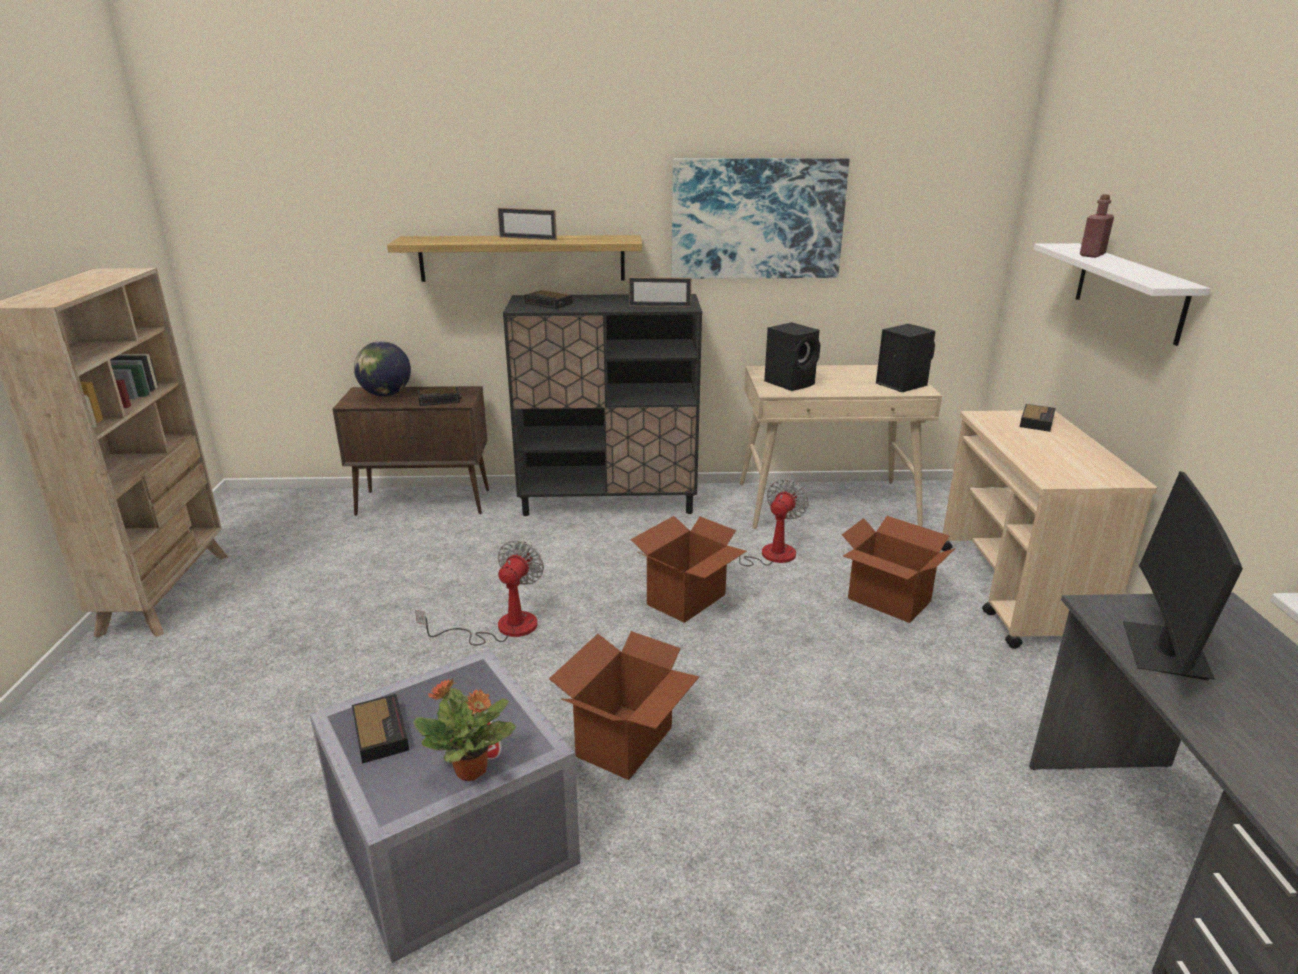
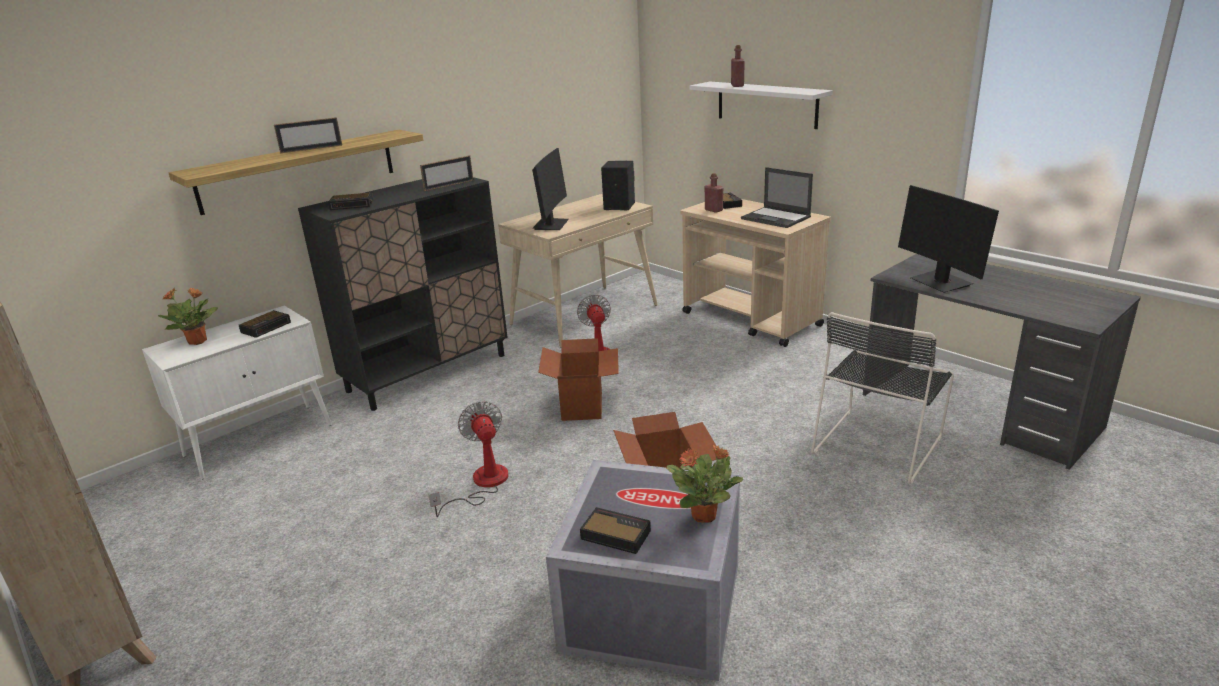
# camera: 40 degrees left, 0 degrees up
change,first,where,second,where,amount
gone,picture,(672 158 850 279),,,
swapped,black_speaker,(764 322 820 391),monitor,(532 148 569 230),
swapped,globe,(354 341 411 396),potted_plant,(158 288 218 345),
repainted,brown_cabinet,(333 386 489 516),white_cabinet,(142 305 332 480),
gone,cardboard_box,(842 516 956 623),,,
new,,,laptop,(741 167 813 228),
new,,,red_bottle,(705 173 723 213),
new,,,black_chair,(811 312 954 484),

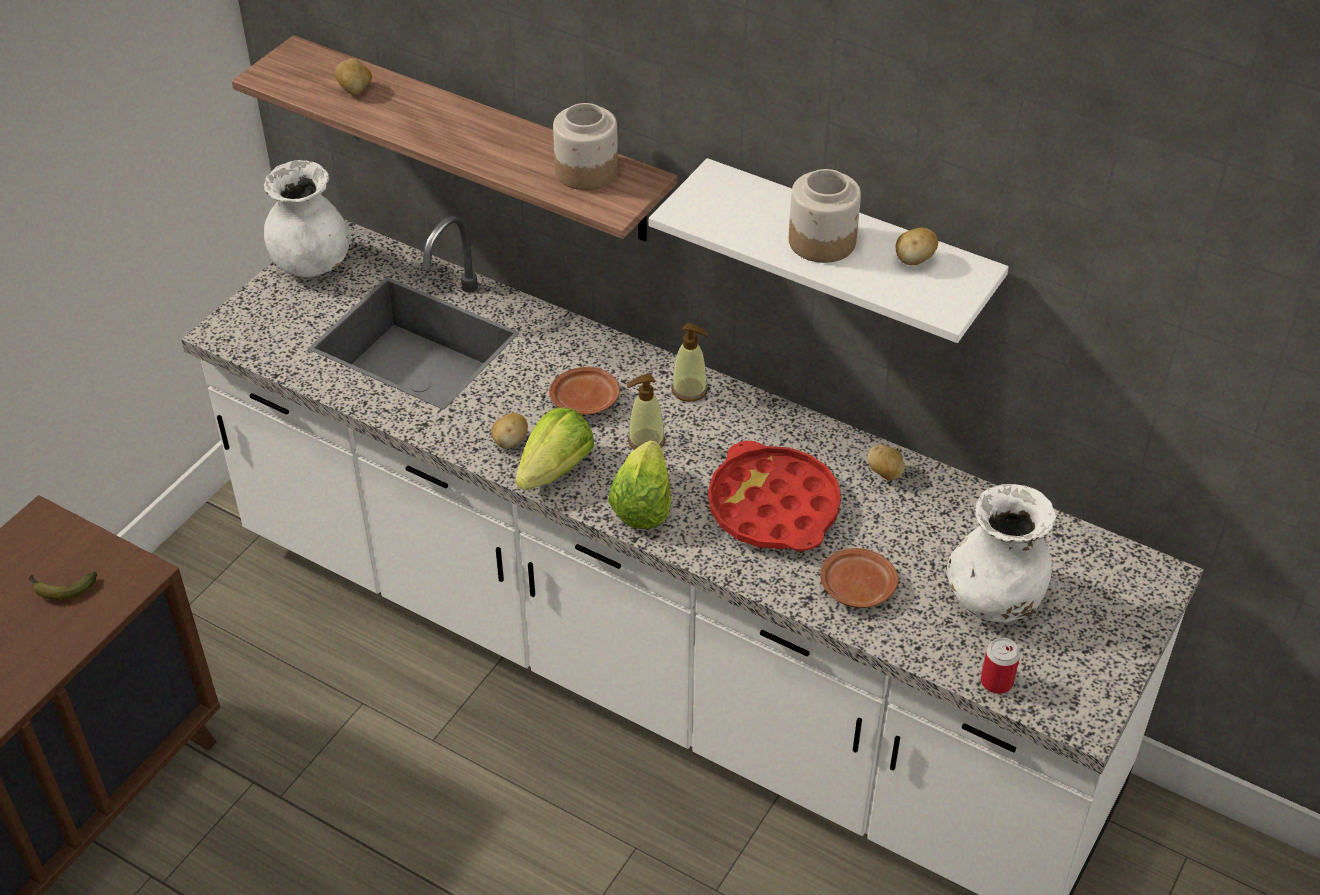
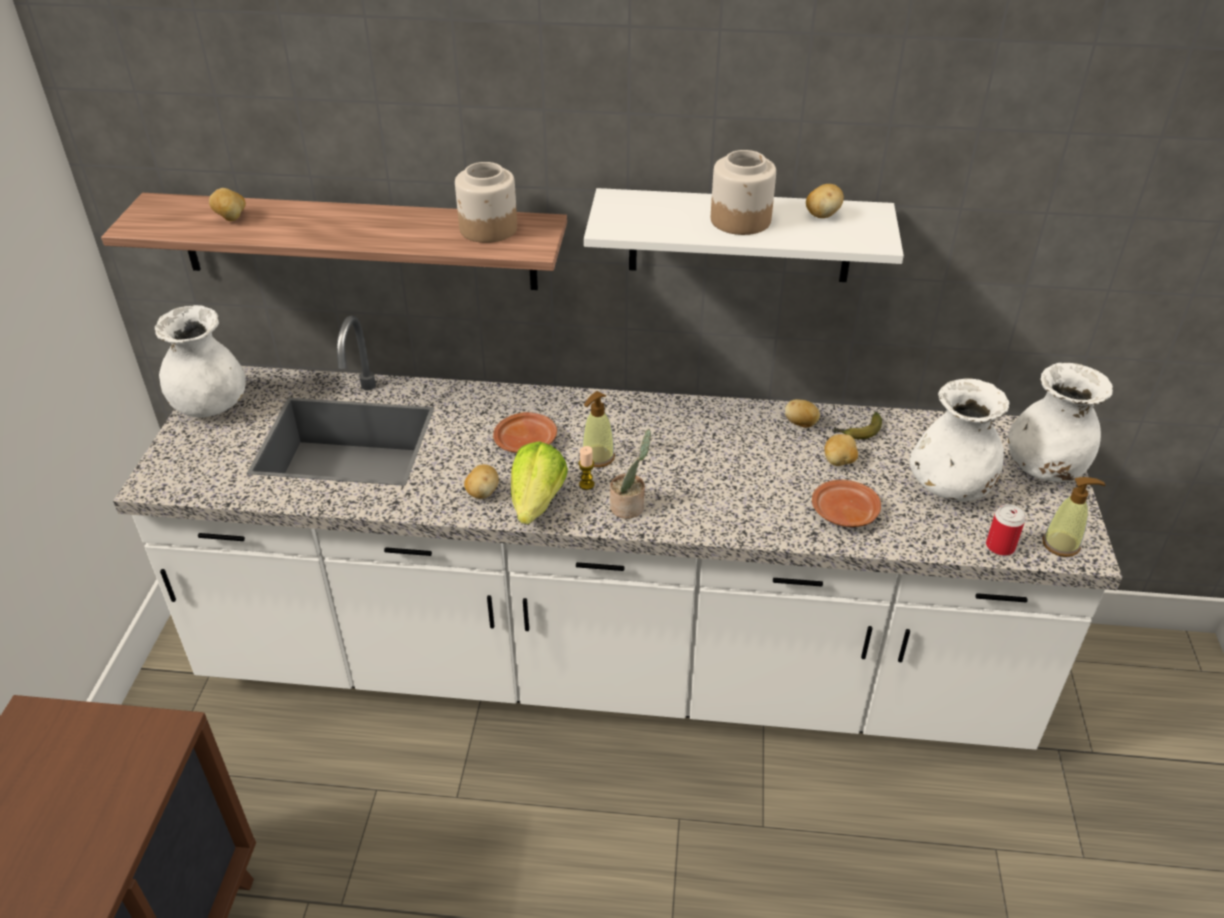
# camera: 25 degrees left, 5 degrees down
change,first,where,second,where,amount
shifted,soap_dispenser,(671 323 709 402),,(1042 477 1105 557),
swapped,lettuce,(608 440 671 529),potted_plant,(610 430 651 519),
gone,red_tray,(708 441 841 551),,,
shifted,banana,(29 572 97 600),,(834 412 882 439),
new,,,white_vase,(1008 363 1113 482),
new,,,potato,(824 434 858 466),
new,,,candle,(578 446 594 490),

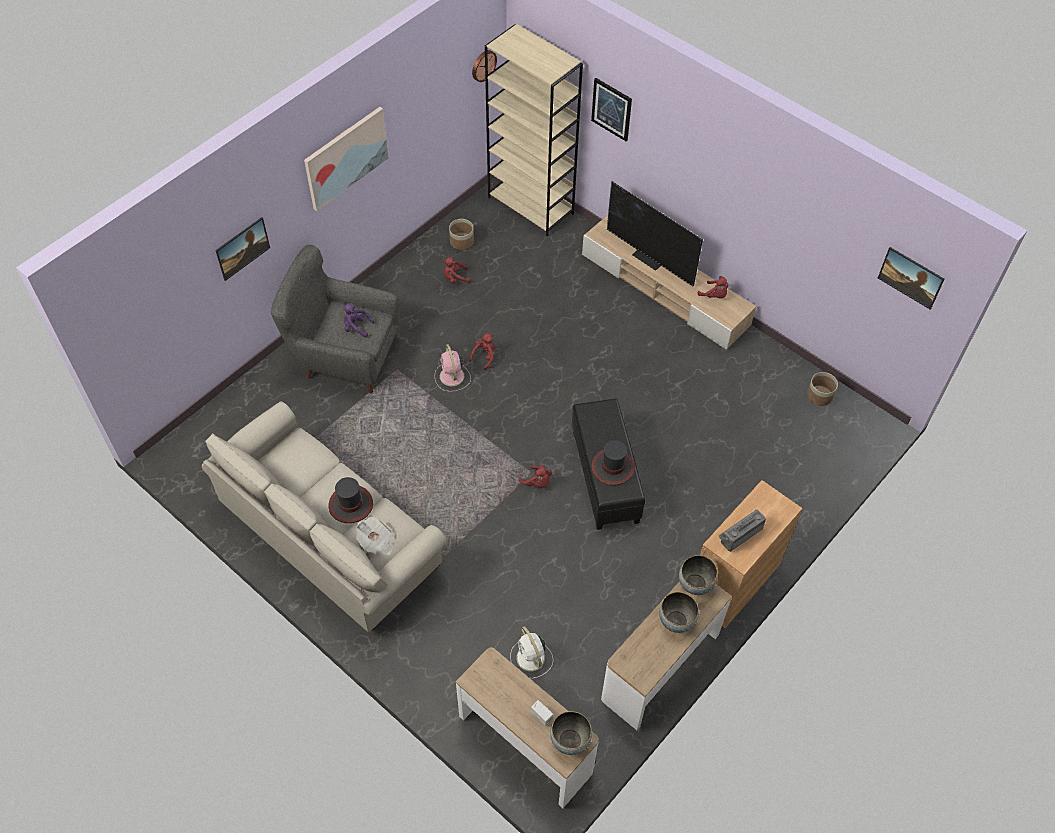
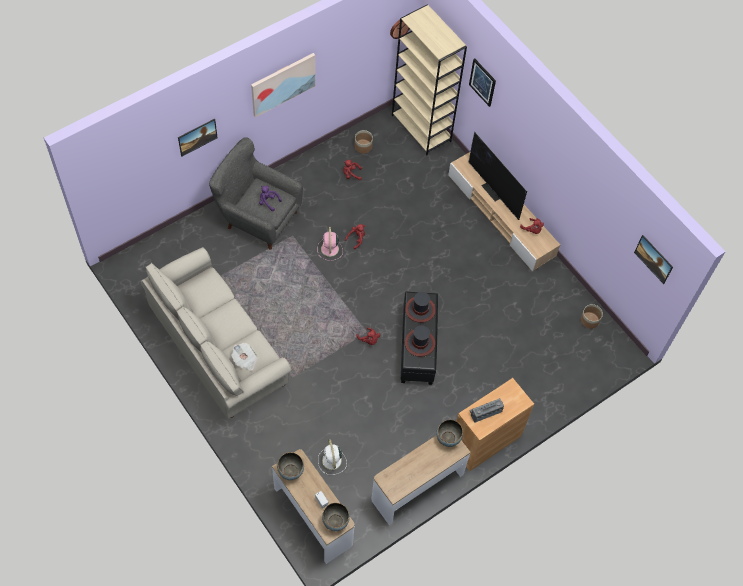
# camera: 10 degrees right, 5 degrees up
change,first,where,second,where,amount
shifted,hat,(329 477 373 523),,(405 292 435 323),
shifted,bowl,(659 592 699 633),,(277 452 304 480),

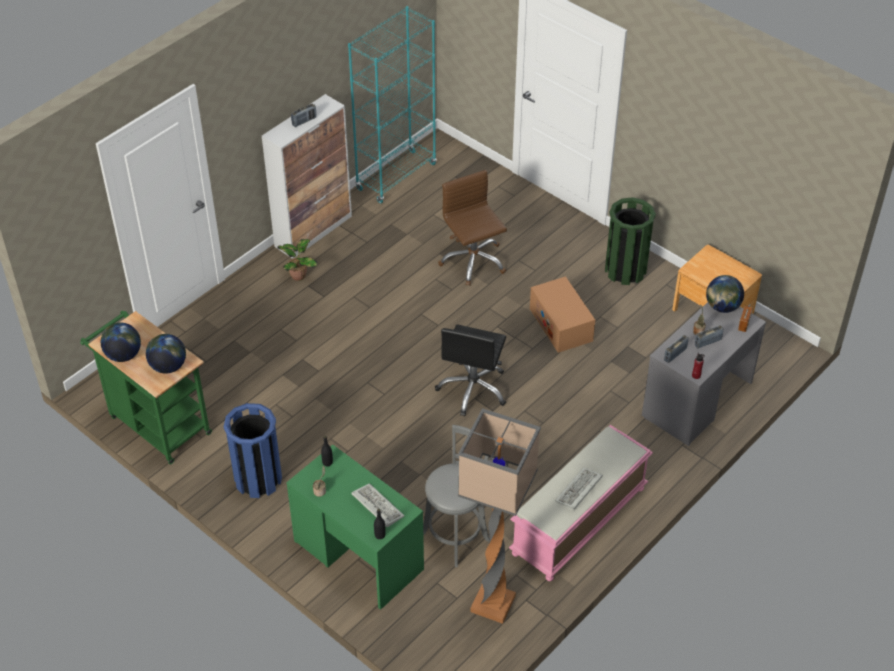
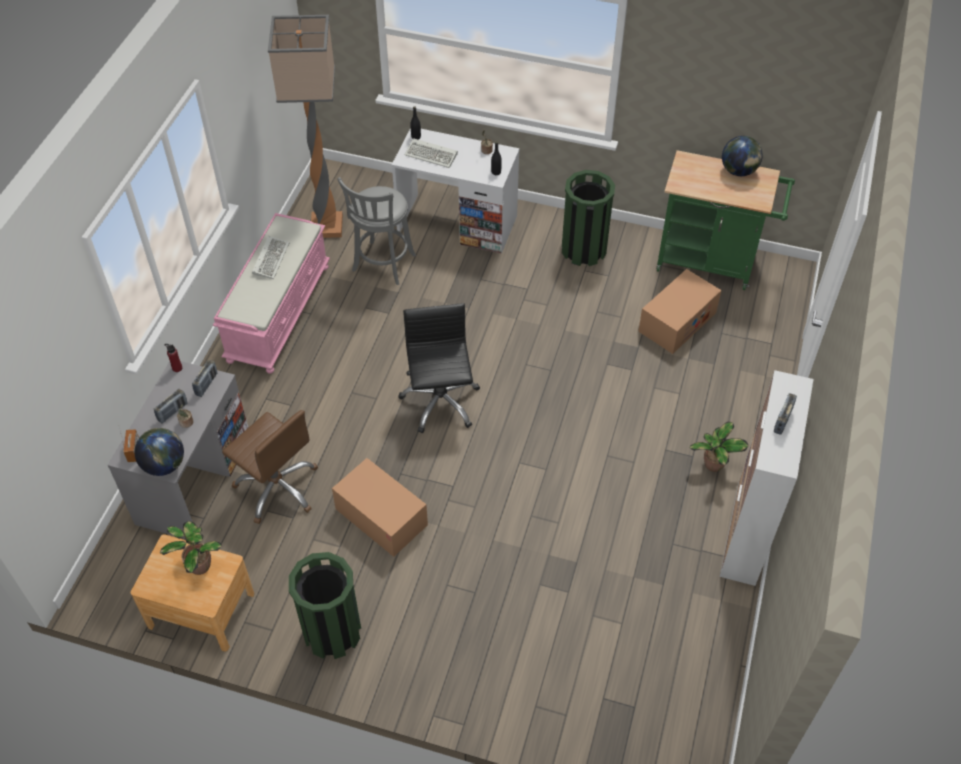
# camera: 155 degrees right, 5 degrees up
change,first,where,second,where,amount
gone,turquoise_bookcase,(348 6 437 203),,,
shifted,brown_office_chair,(438 170 507 286),,(222 410 318 524),
gone,globe,(146 334 186 374),,,
repainted,blue_trash_can,(224 403 282 498),green_trash_can,(562 170 615 266),
repainted,green_desk,(286 444 424 610),white_desk,(392 128 520 254),
new,,,cardboard_box,(638 269 722 354),
new,,,potted_plant,(160 521 222 575),

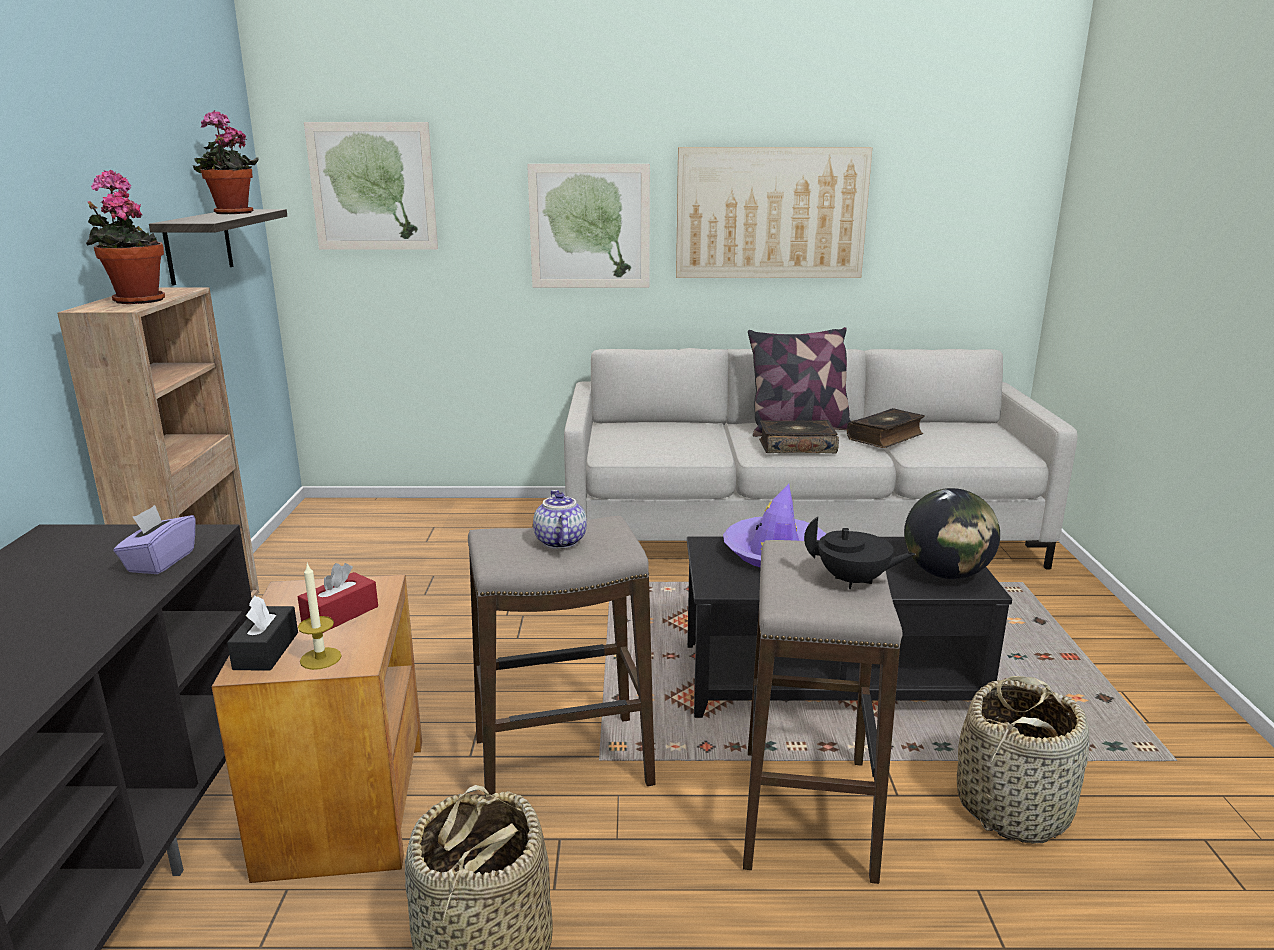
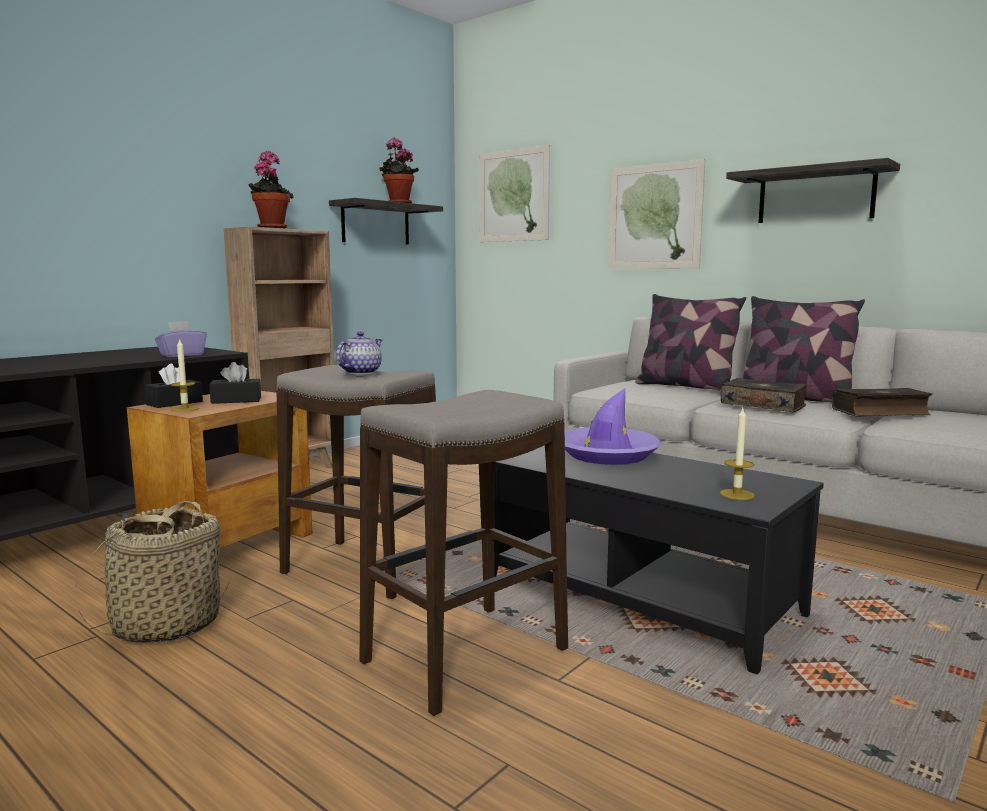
# camera: 40 degrees right, 10 degrees down
change,first,where,second,where,amount
swapped,picture,(676 147 872 278),shelf,(726 158 900 223),
swapped,globe,(904 488 1000 579),candle,(720 408 755 500),
gone,black_teapot,(804 516 916 589),,,
repainted,red_tissue_box,(298 563 378 633),black_tissue_box,(209 362 261 404),
gone,basket,(957 676 1089 844),,,
new,,,pillow,(635 294 746 391),

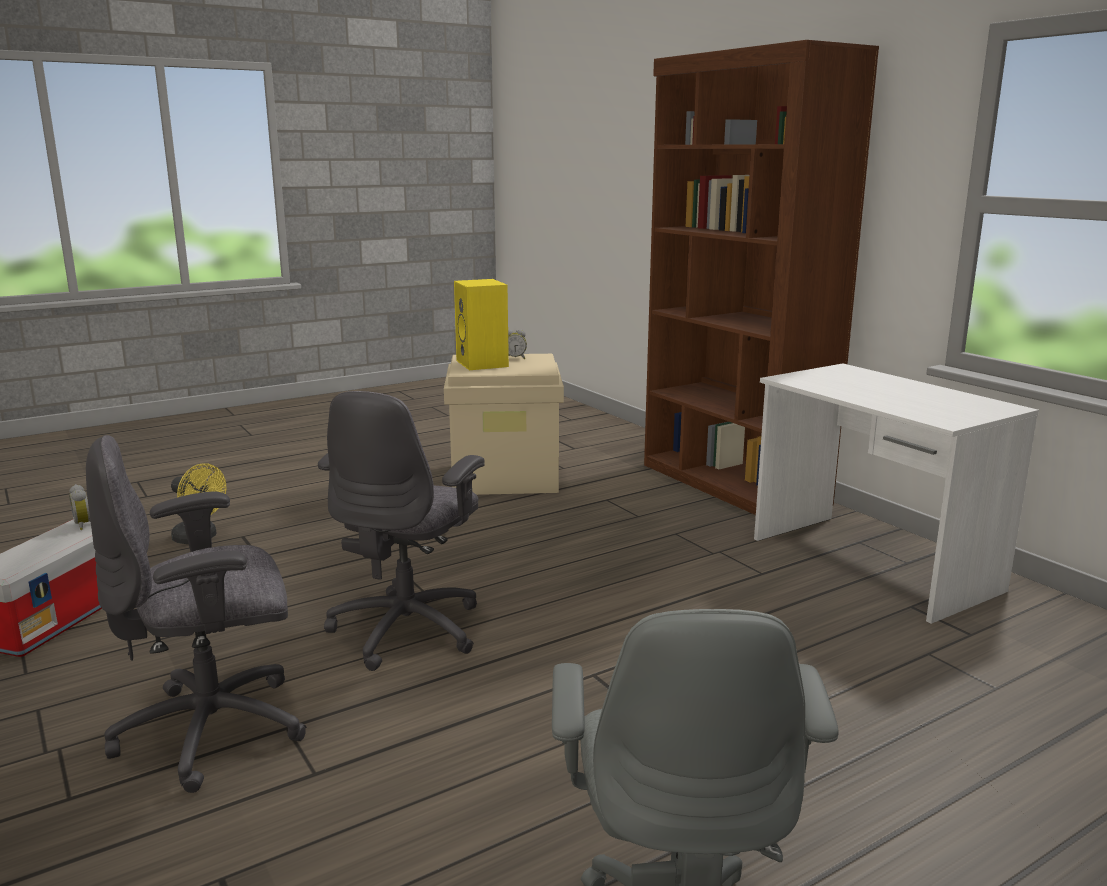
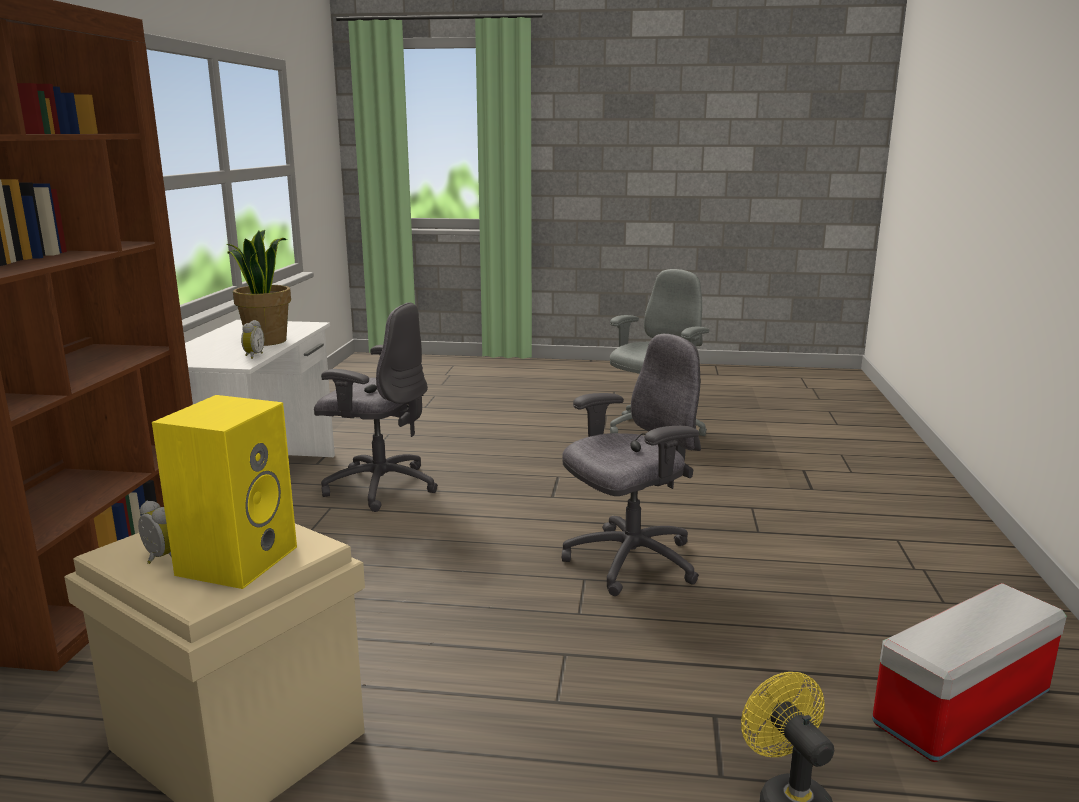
# camera: 140 degrees left, 0 degrees up
change,first,where,second,where,amount
shifted,grey_office_chair,(86 435 307 793),,(314 302 438 512),
shifted,alarm_clock,(69 484 91 530),,(241 320 264 359),
new,,,potted_plant,(226 230 291 346),

